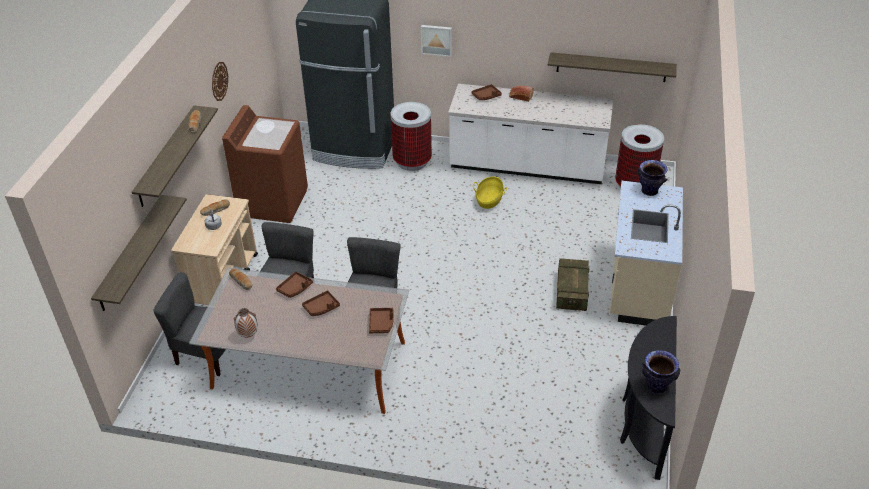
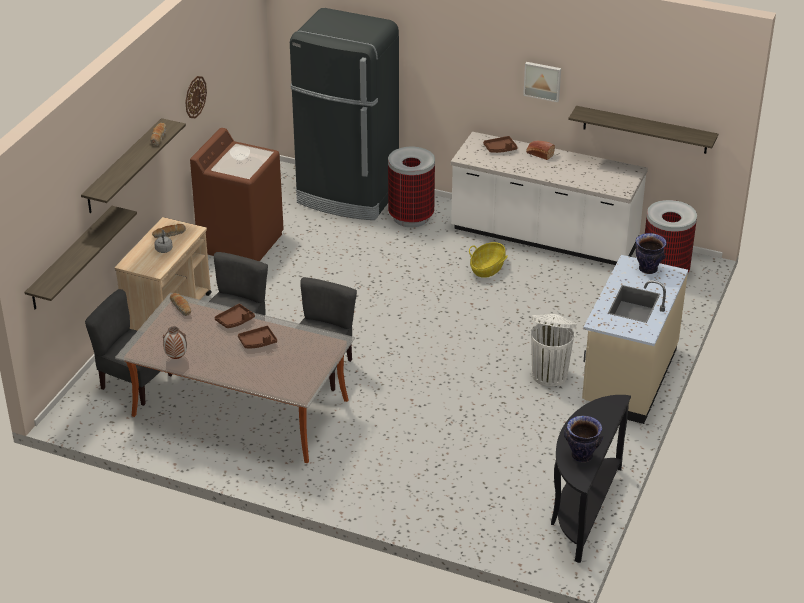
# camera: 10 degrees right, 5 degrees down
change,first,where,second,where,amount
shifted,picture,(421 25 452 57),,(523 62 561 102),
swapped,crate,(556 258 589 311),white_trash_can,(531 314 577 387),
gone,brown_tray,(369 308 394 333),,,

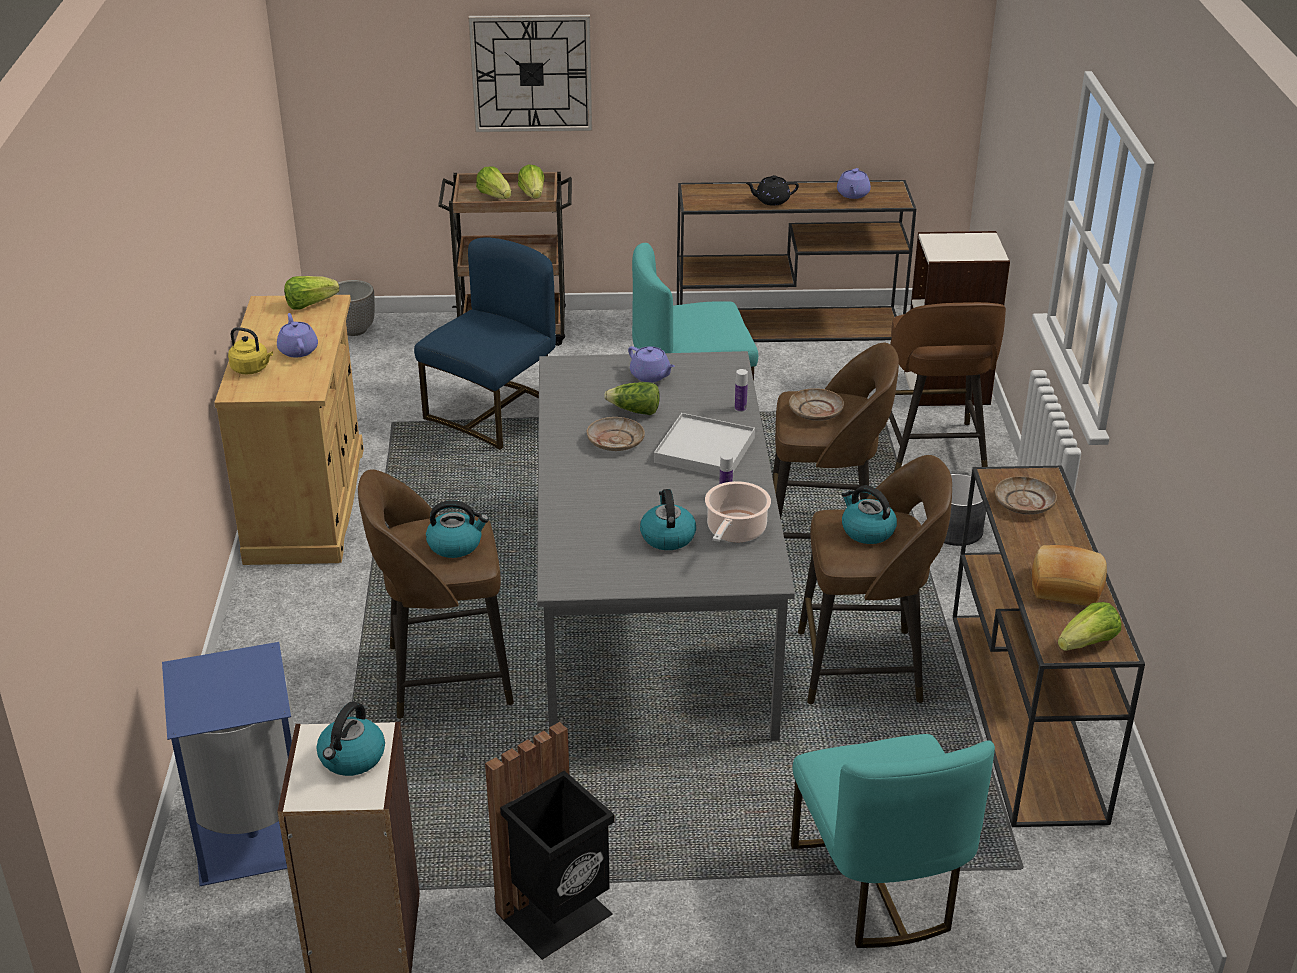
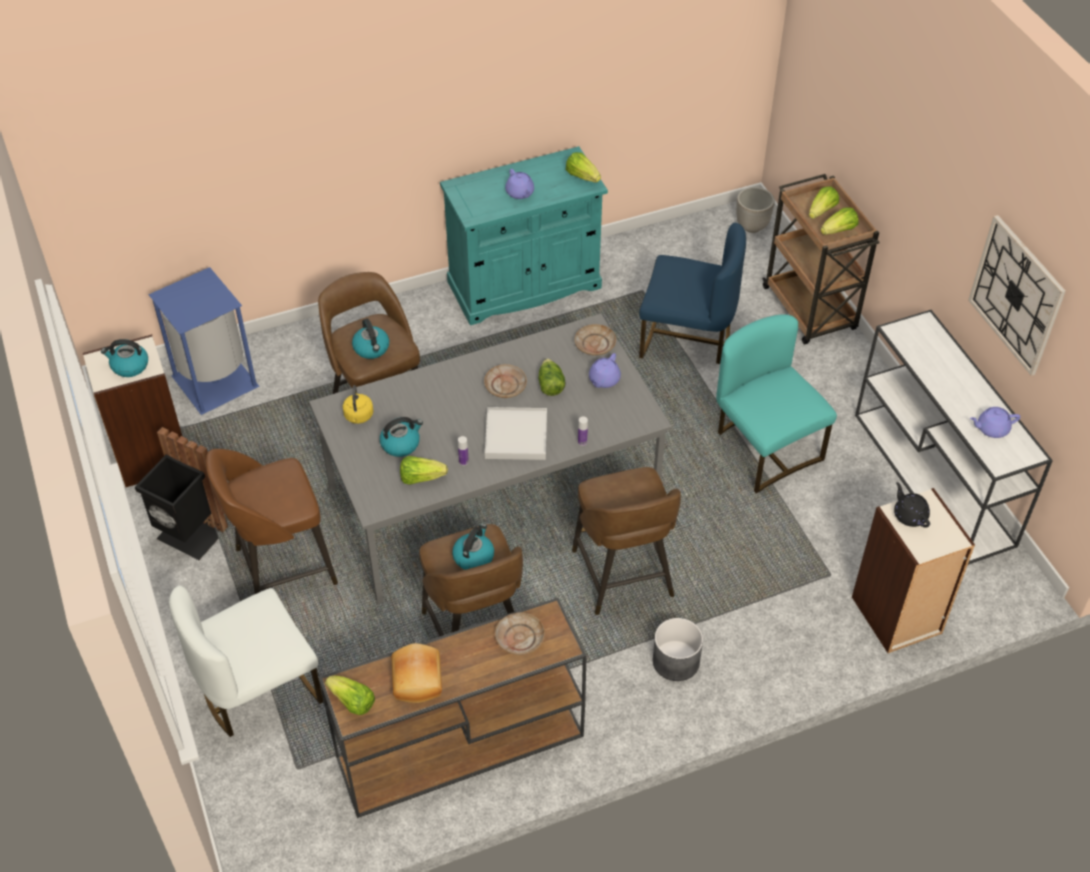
# camera: 70 degrees right, 15 degrees up
change,first,where,second,where,amount
shifted,wall_clock,(468 15 592 132),,(968 215 1066 376),
shifted,black_teapot,(746 175 799 206),,(894 482 930 528),
repainted,brown_console_table,(677 180 916 342),white_console_table,(855 310 1053 565),
repainted,beige_cabinet,(214 295 364 565),turquoise_cabinet,(440 146 608 325),
shifted,brown_stool,(889 302 1006 472),,(206 449 338 594),
rotated,purple_teapot,(277 313 318 358),,(505 169 534 199),105 degrees clockwise
shifted,yellow_kettle,(228 327 273 374),,(343 385 373 424),
shifted,beige_plate,(789 388 844 421),,(574 324 616 356),
swapped,cooking_pot,(705 481 771 542),lettuce,(400 456 448 485),
repainted,turquoise_chair,(791 734 995 948),white_chair,(169 585 323 737),

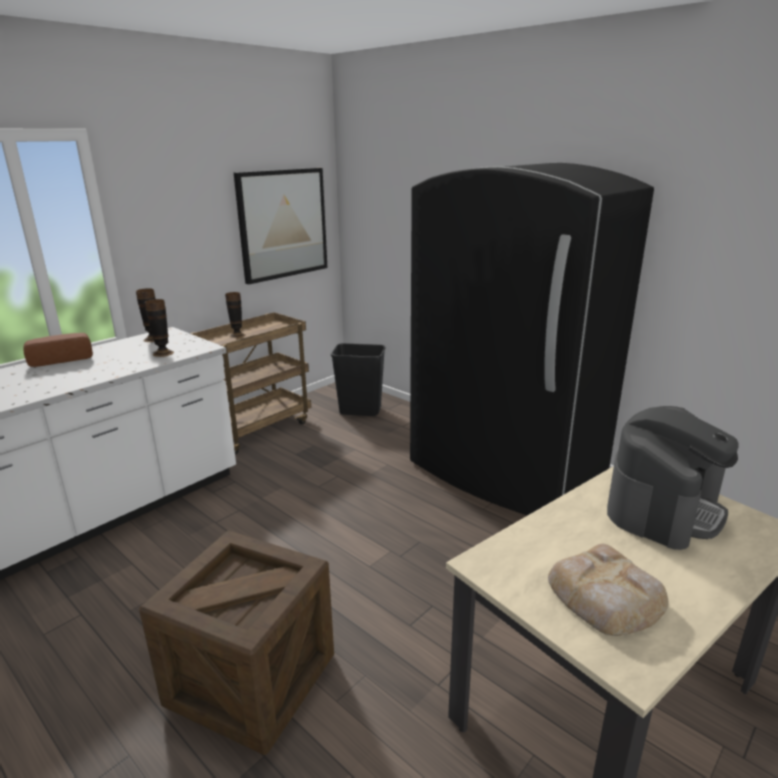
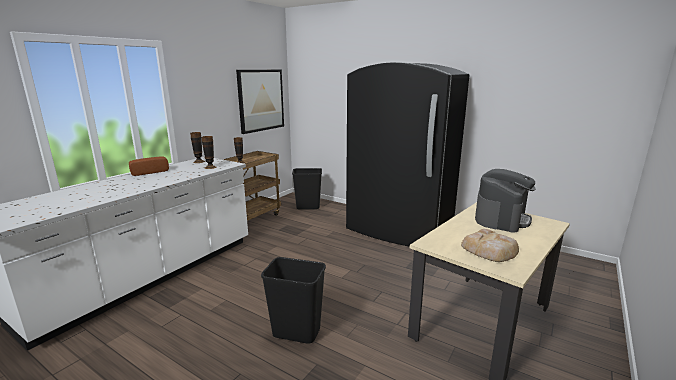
# camera: 10 degrees left, 5 degrees down
change,first,where,second,where,amount
swapped,crate,(139 530 334 755),black_trash_can,(261 257 326 344),

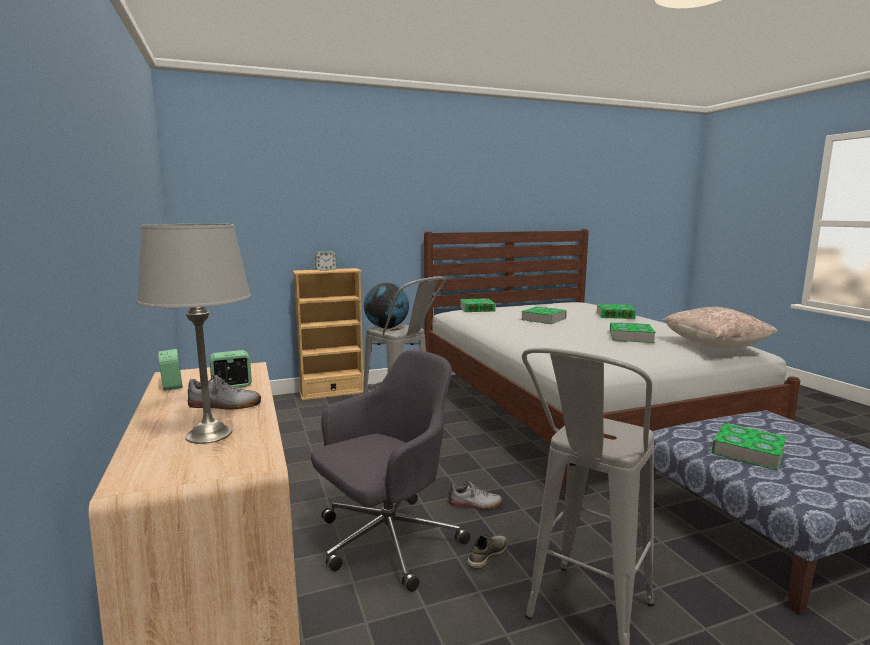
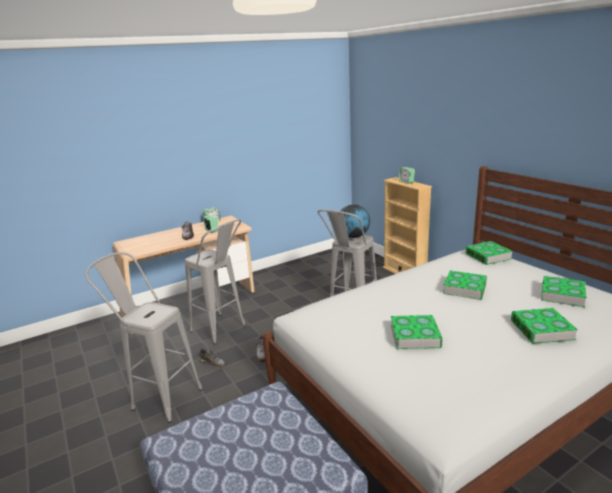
# camera: 80 degrees right, 10 degrees up
change,first,where,second,where,amount
gone,grey_table_lamp,(137 224 251 444),,,
gone,beige_pillow,(663 307 778 349),,,
swapped,grey_office_chair,(311 350 470 592),grey_stool,(185 219 246 344),
shifted,book,(712 423 786 471),,(541 276 587 307),

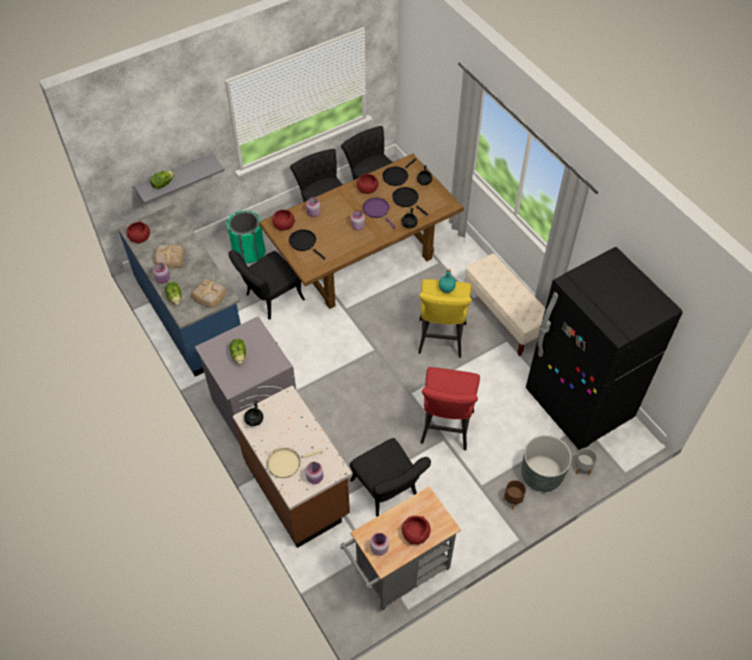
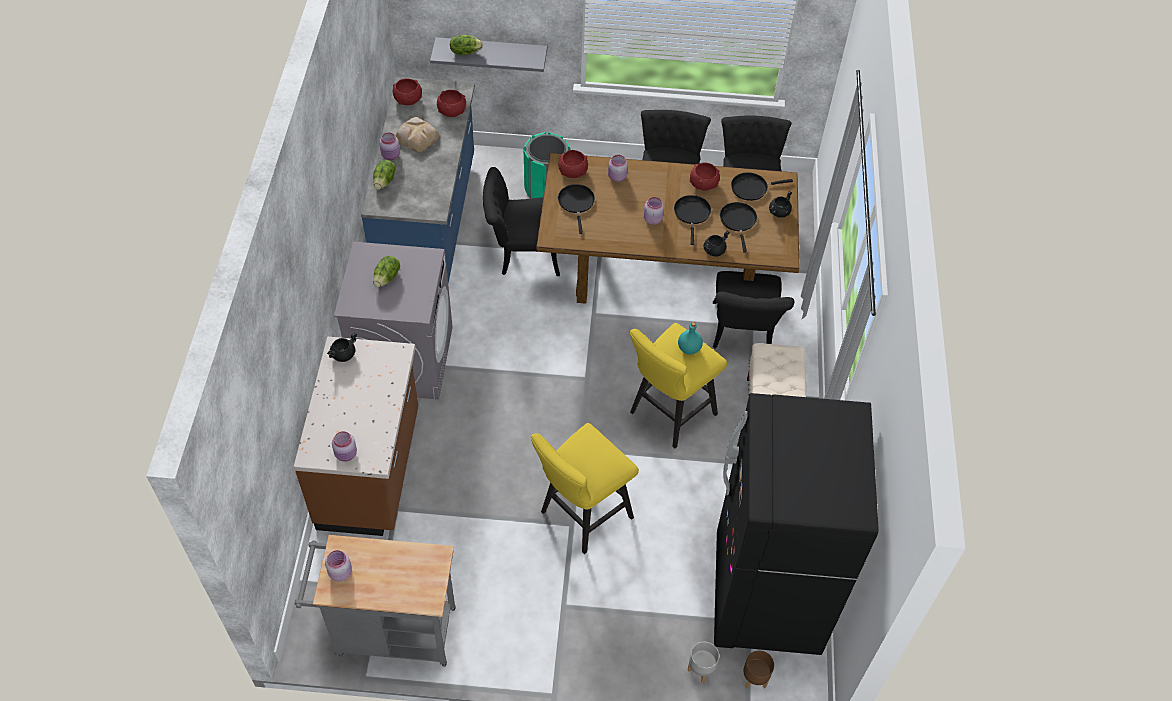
# camera: 35 degrees right, 0 degrees up
change,first,where,second,where,amount
repainted,purple_frying_pan,(363 198 396 229),black_frying_pan,(674 195 711 245),
gone,bread,(192 279 227 308),,,
repainted,red_stool,(421 367 480 450),yellow_stool,(531 423 639 554),
gone,grey_planter,(521 435 572 492),,,
shifted,black_chair,(350 438 431 517),,(713 271 794 349),
gone,beige_frying_pan,(267 448 323 478),,,
shifted,brown_planter,(503 480 526 510),,(743 651 774 689),
shifted,red_bowl,(402 516 431 544),,(437 90 466 117),

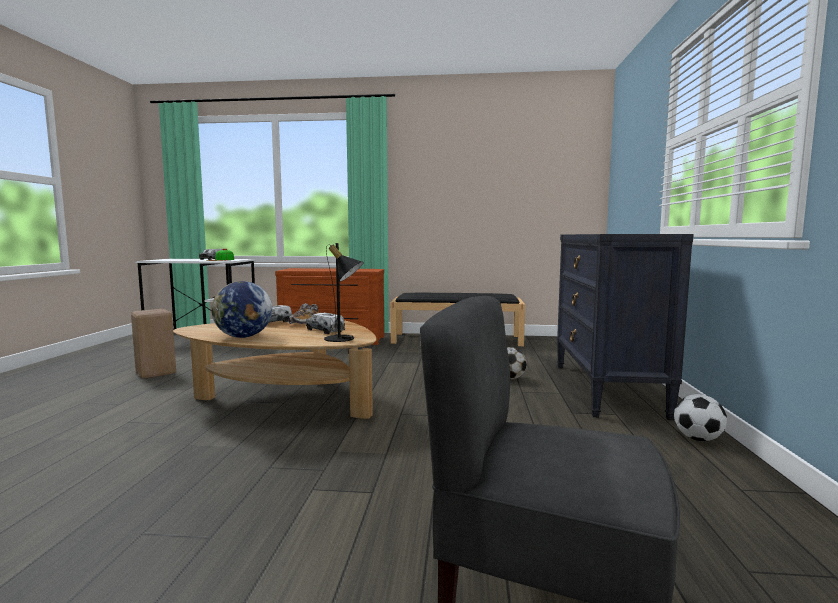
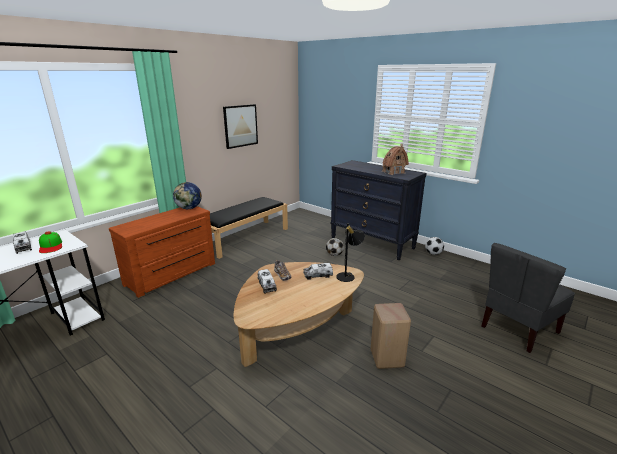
# camera: 55 degrees left, 15 degrees up
change,first,where,second,where,amount
shifted,globe,(211 281 272 338),,(173 182 202 209),
shifted,beige_stool,(131 309 176 379),,(371 303 411 369),
new,,,picture,(223 104 258 149),
new,,,toy_house,(382 144 409 175),

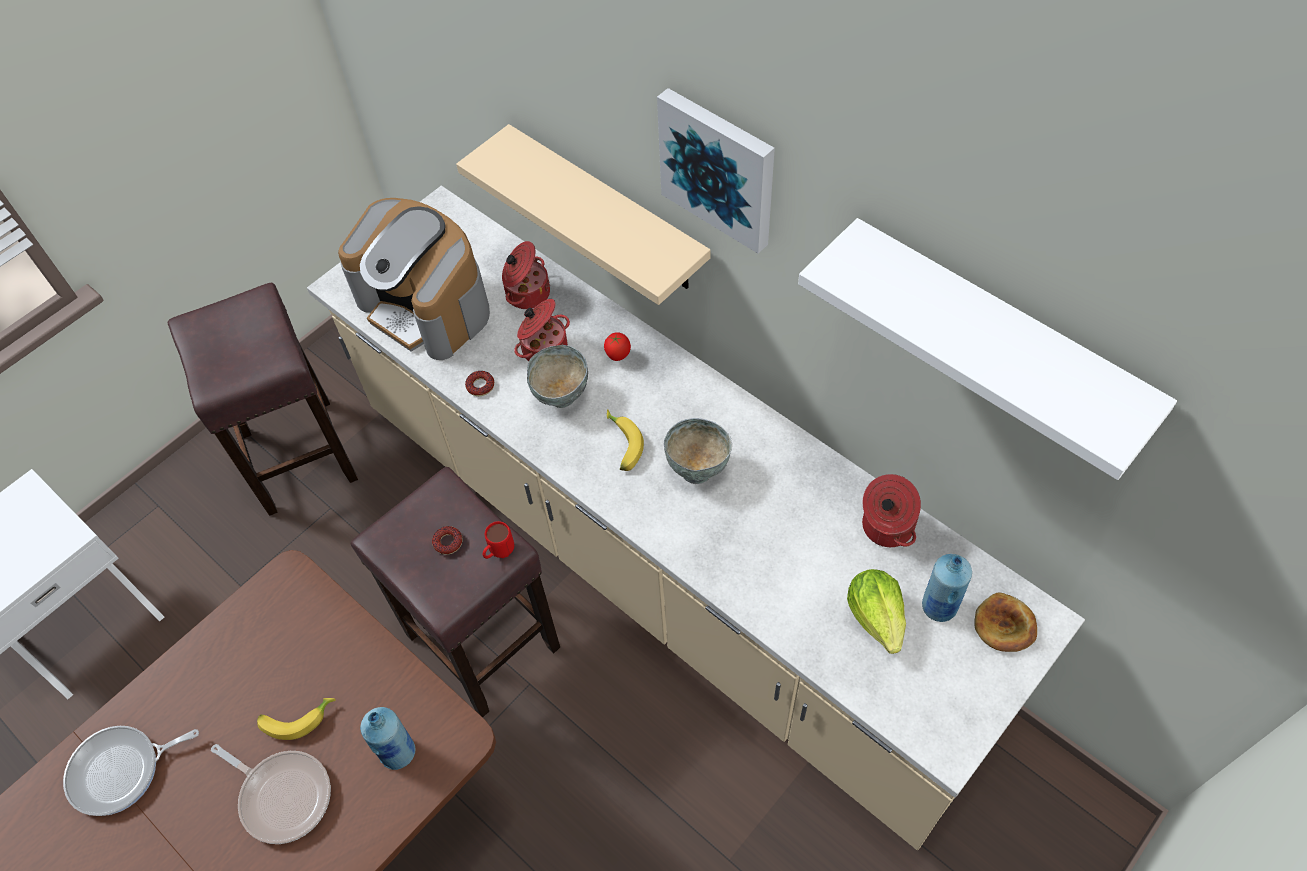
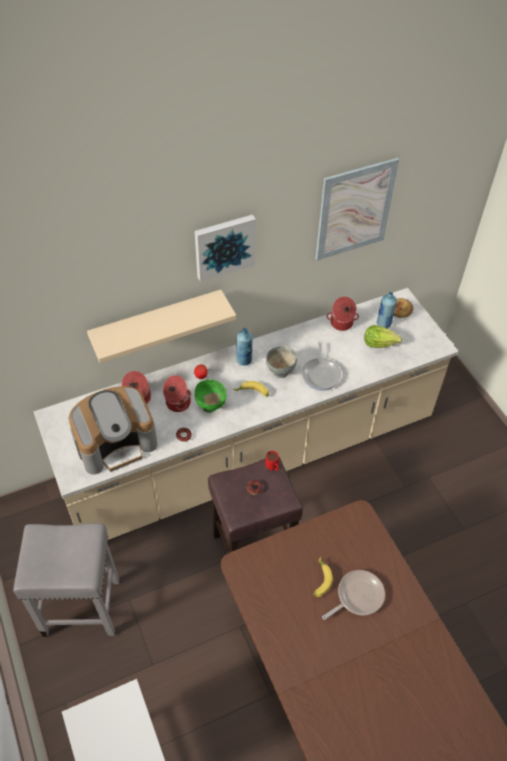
# camera: 70 degrees left, 5 degrees down
change,first,where,second,where,amount
swapped,white_shelf,(798 218 1177 480),picture,(316 158 399 260),
repainted,brown_stool,(168 283 358 516),grey_stool,(13 523 120 637),
repainted,grey_bowl,(527 345 588 408),green_bowl,(195 379 227 413),
shifted,blue_bottle,(360 707 415 770),,(236 328 253 366),
shifted,frying_pan,(63 726 199 816),,(302 342 341 391),

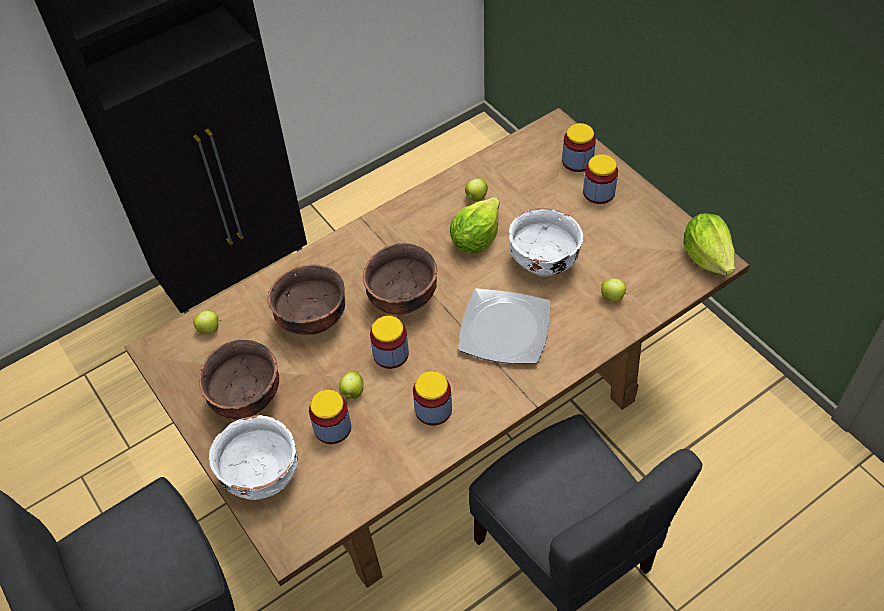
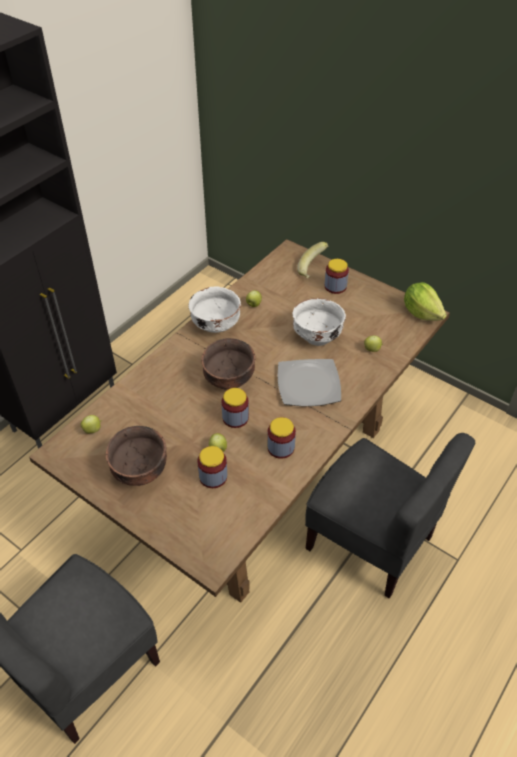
# camera: 20 degrees left, 5 degrees down
change,first,where,second,where,amount
swapped,jar,(562 123 596 172),banana,(297 242 328 279),
gone,lettuce,(450 197 499 253),,,
gone,brown_bowl,(268 265 345 335),,,
shifted,white_bowl,(209 415 298 500),,(189 286 241 333),

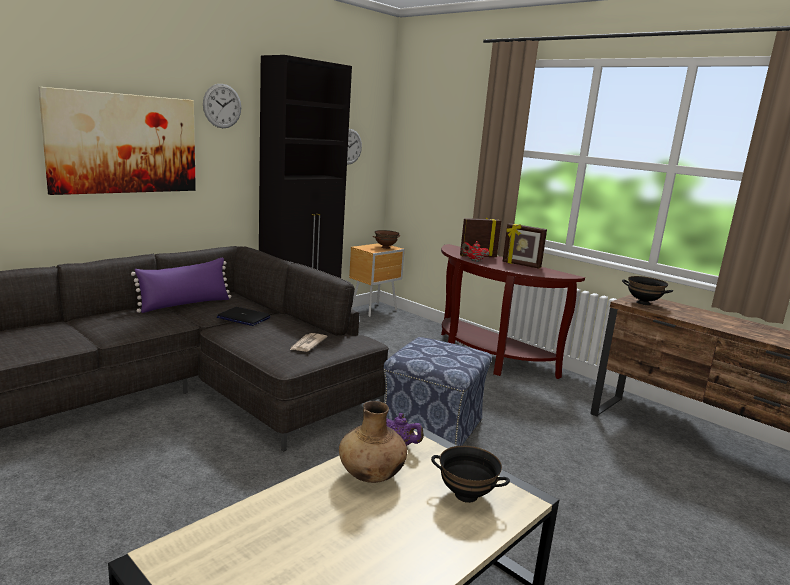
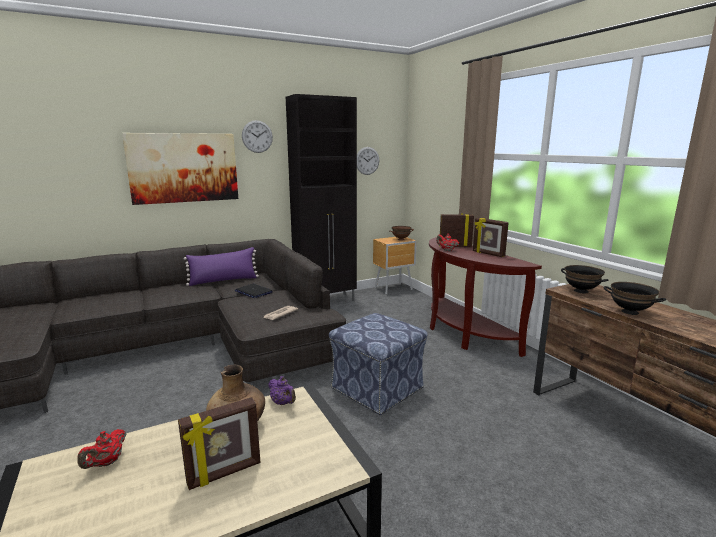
# camera: 20 degrees right, 0 degrees up
change,first,where,second,where,amount
shifted,black_bowl,(431 446 510 503),,(604 282 666 315),
new,,,picture_frame,(178 397 260 490),
new,,,red_teapot,(77 429 127 469),

